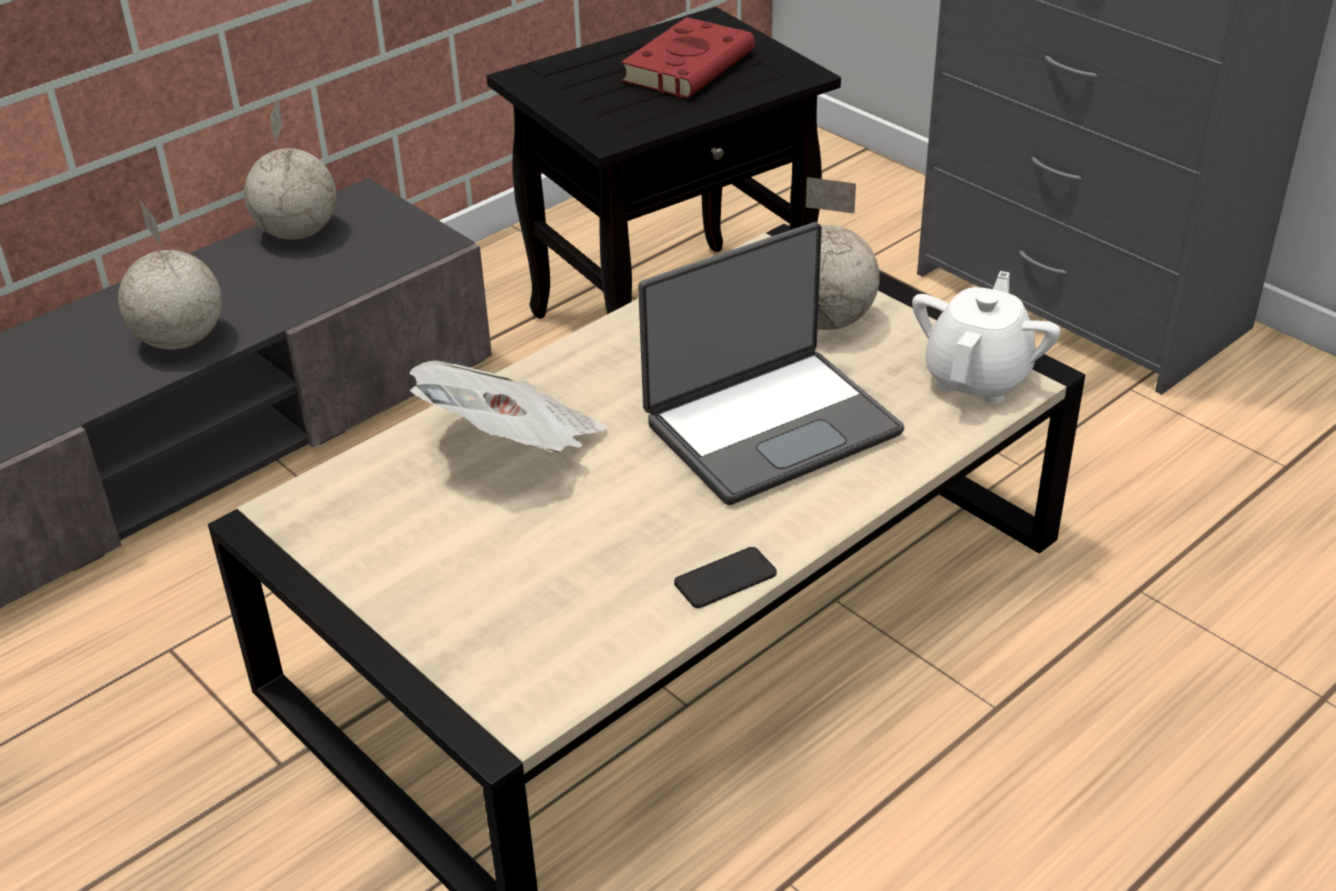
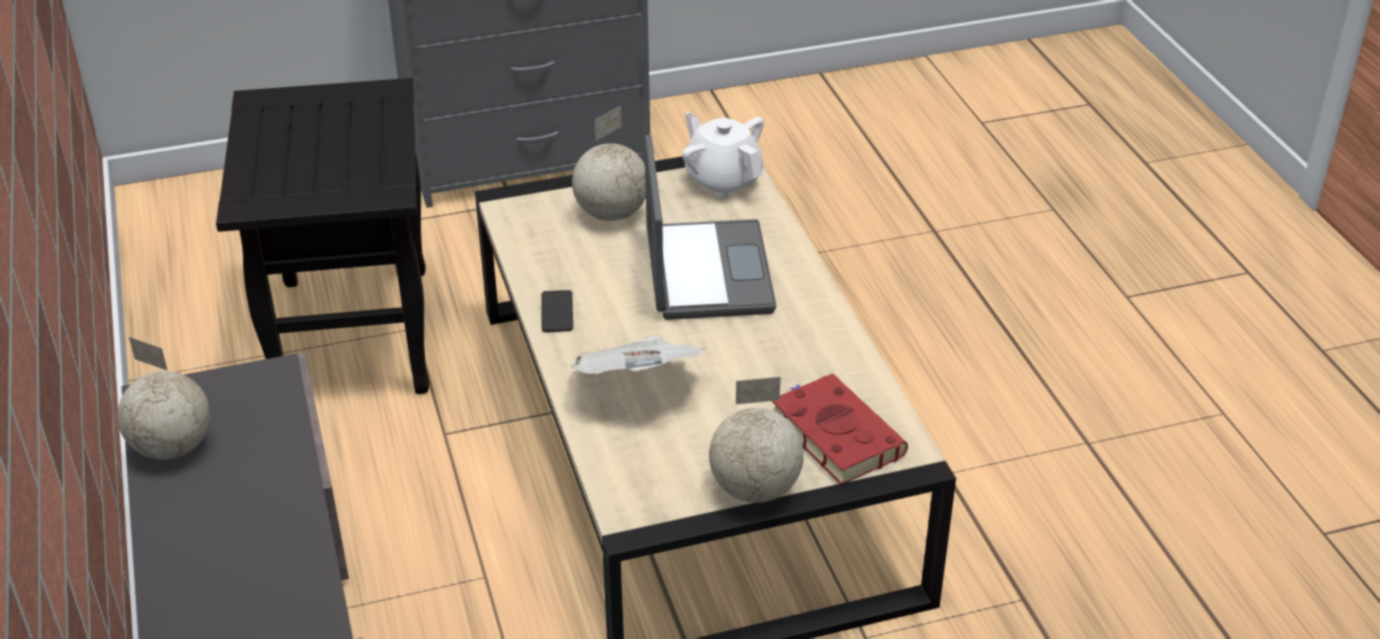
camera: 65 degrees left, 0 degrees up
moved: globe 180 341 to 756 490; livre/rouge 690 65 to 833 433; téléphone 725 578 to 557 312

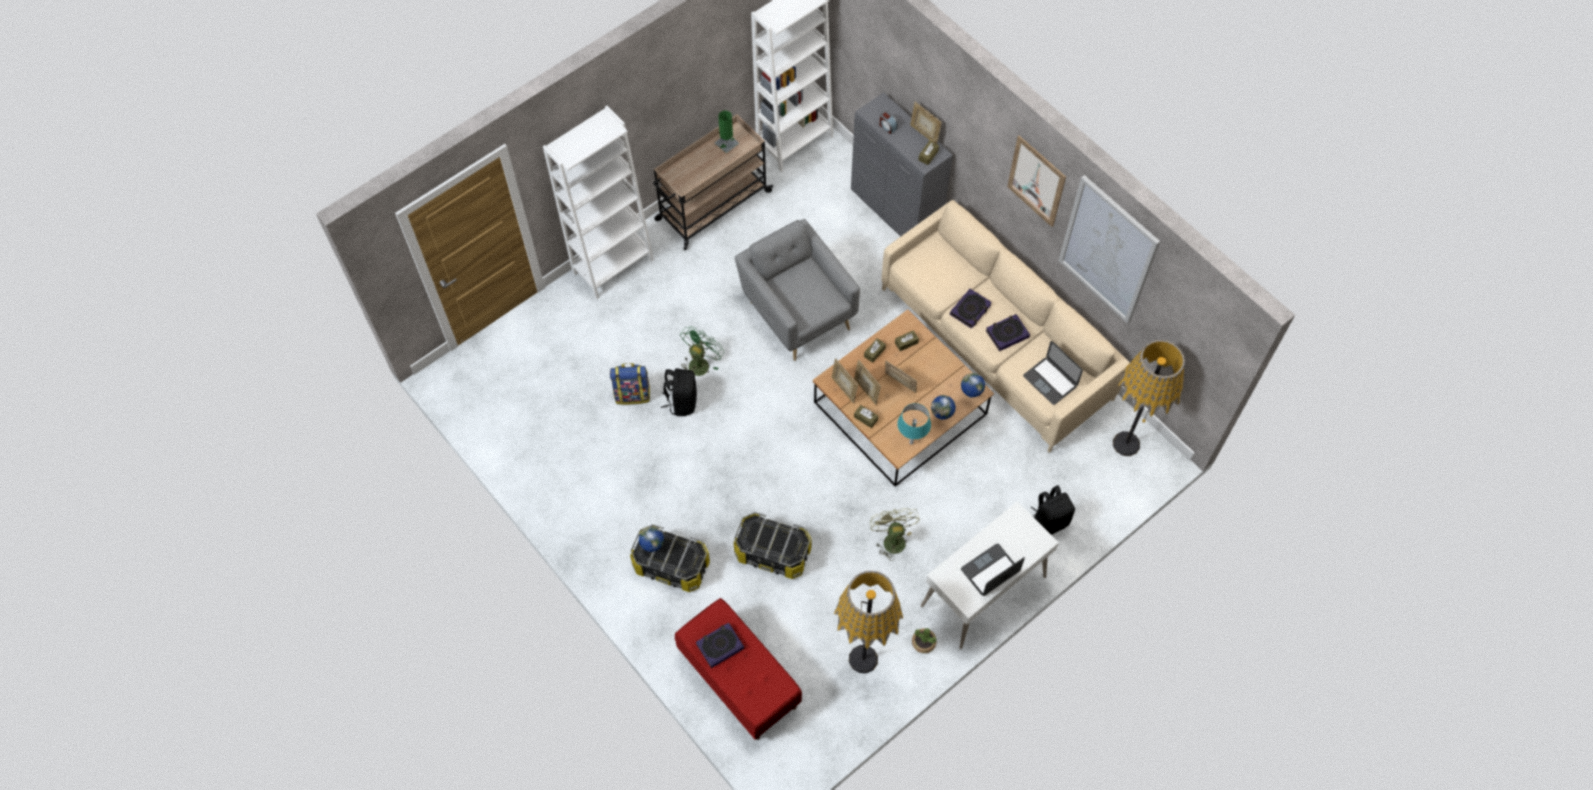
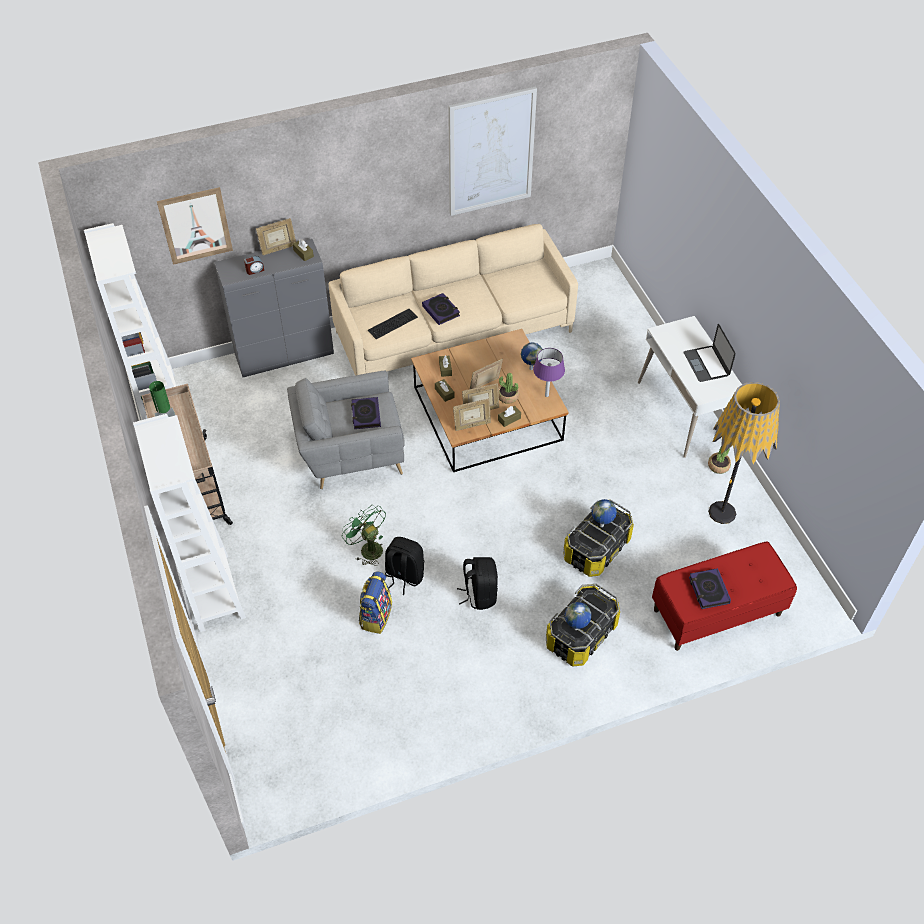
camera: 70 degrees left, 10 degrees down
removed: ventilateur/vert 892 539; ordinateur portable 1050 381; lampadaire 1126 443
added: clavier 392 323; plante en pot 507 396
moved: globe 970 396 to 602 526; livre 1007 334 to 366 415; tableau 1036 181 to 195 226; sac à dos/noir 1049 521 to 479 594
recoloured: lampe de table/turquoise 911 442 to lampe de table/violet 546 395

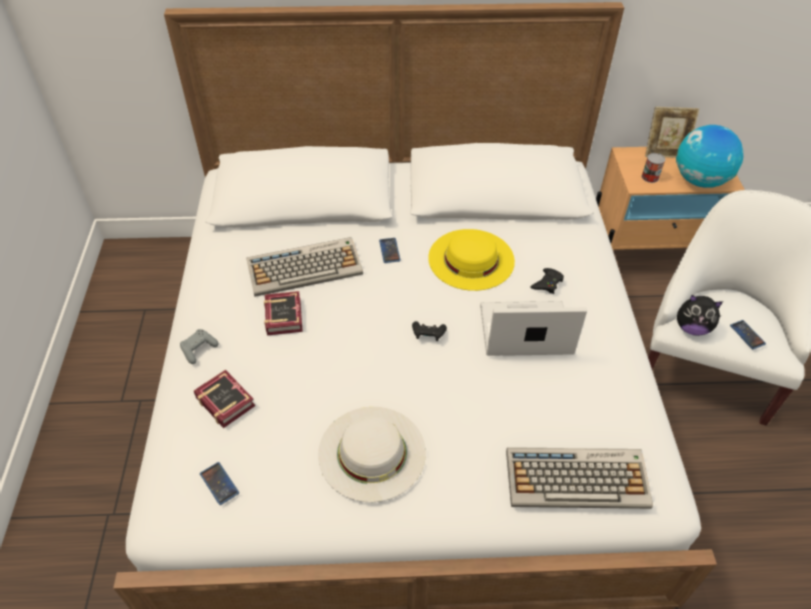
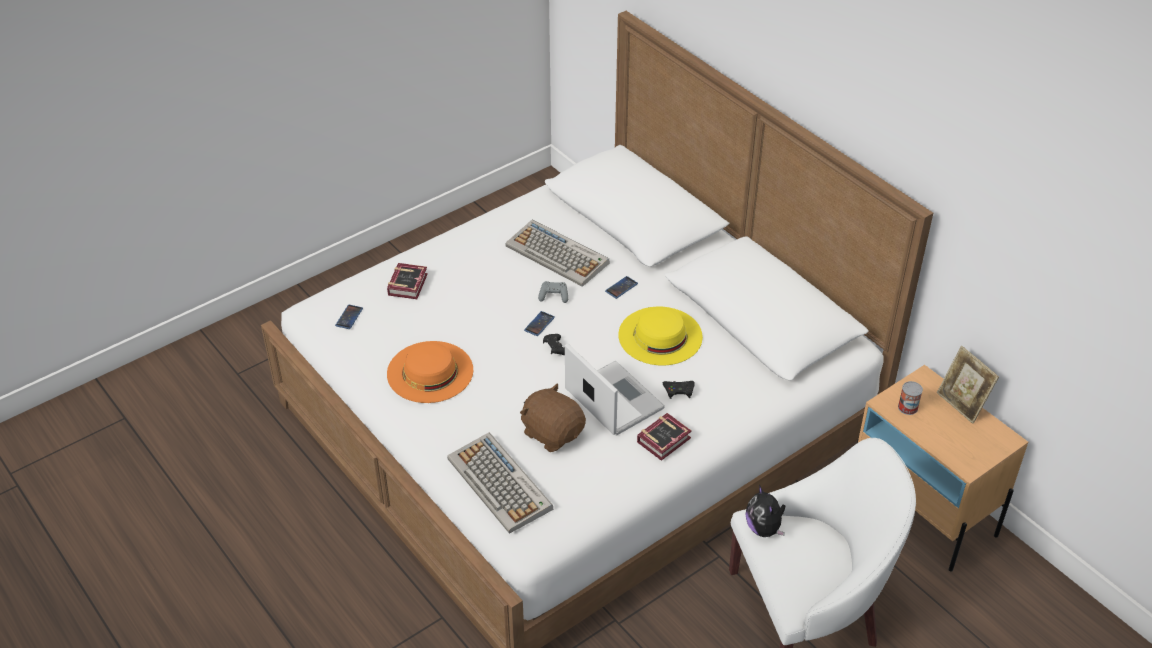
camera: 55 degrees right, 5 degrees down
removed: globe 699 180
added: peluche/marron 553 433
moved: manette/gris 199 349 to 553 296; livre 285 315 to 666 440; téléphone 747 335 to 539 324
recoloured: chapeau/blanc 372 452 to chapeau/orange 430 372

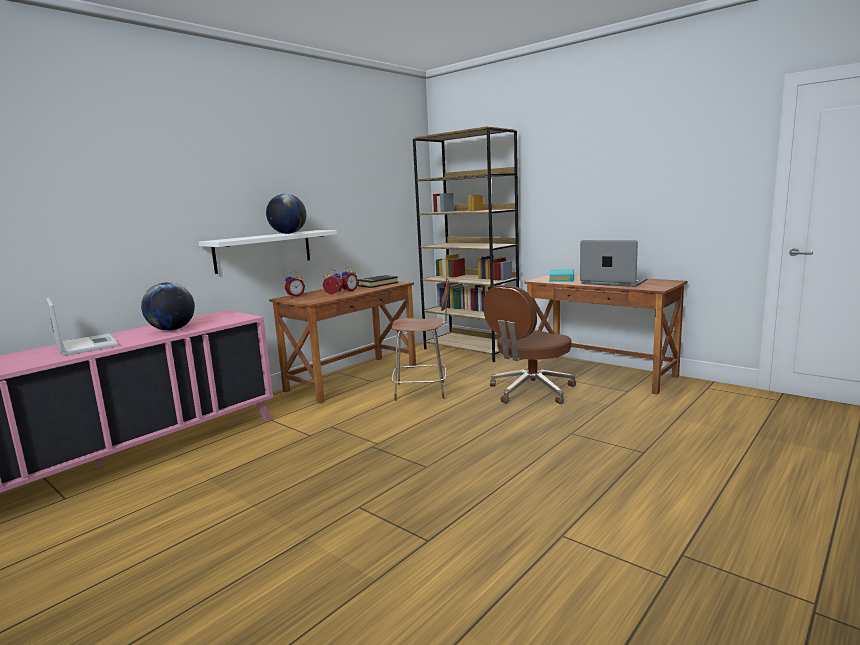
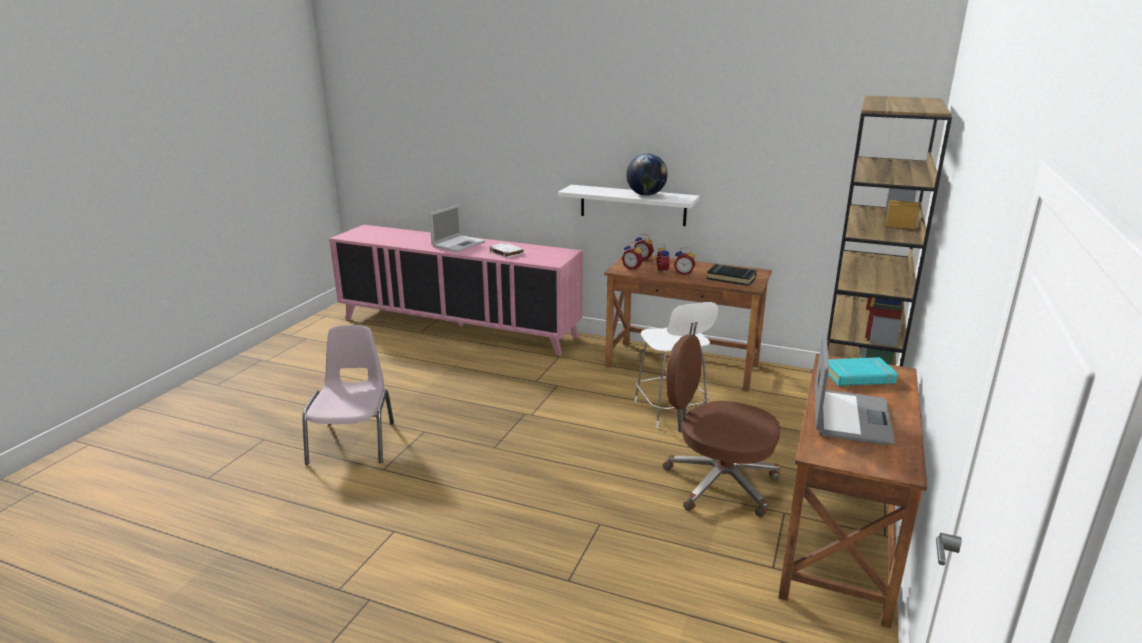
camera: 70 degrees right, 10 degrees up
added: chaise/rose 354 442; réveil 632 268
replaced: globe 172 330 to livre/blanc 506 252
recoloured: chaise/marron 422 391 to chaise/blanc 671 411

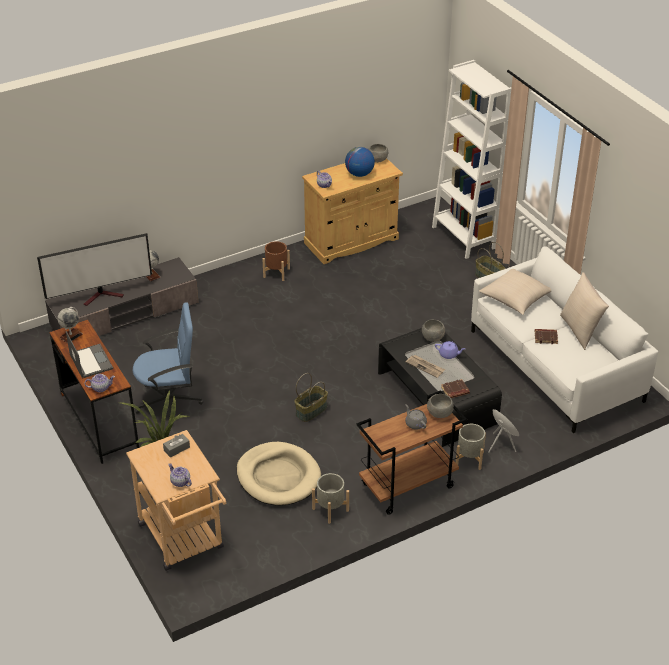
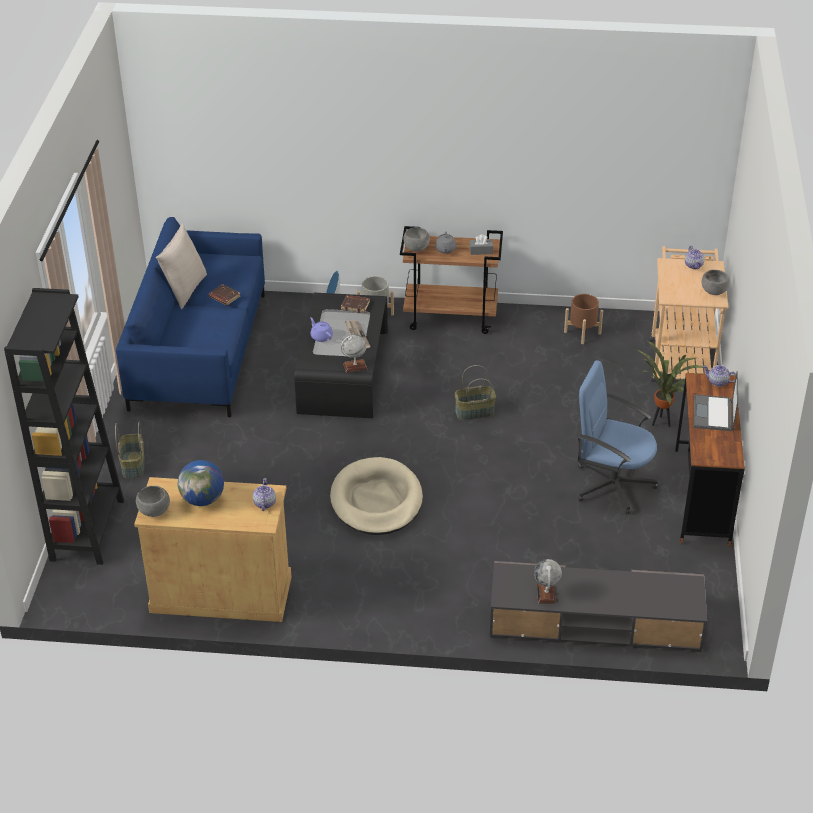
camera: 145 degrees left, 0 degrees up
removed: téléviseur 103 296; cache-pot/gris 330 509; coussin/beige 515 298
moved: globe 71 336 to 355 366; boîte à mouchoirs/gris 176 449 to 481 251; panier pour chien/beige 278 477 to 376 500; cache-pot/marron 276 273 to 582 332; bol/gris 433 338 to 713 291
recoloured: bibliothèque/blanc 463 237 to bibliothèque/noir 87 530; canapé/blanc 555 366 to canapé/bleu 199 350

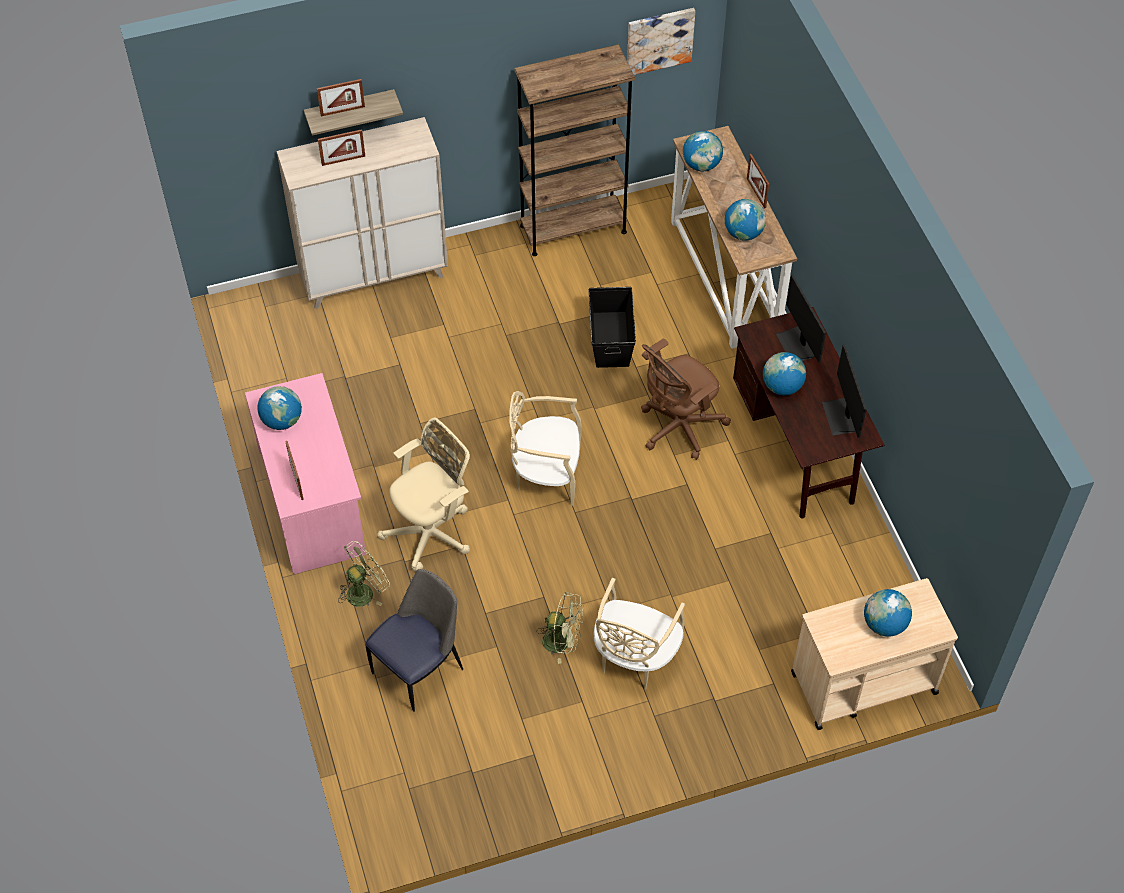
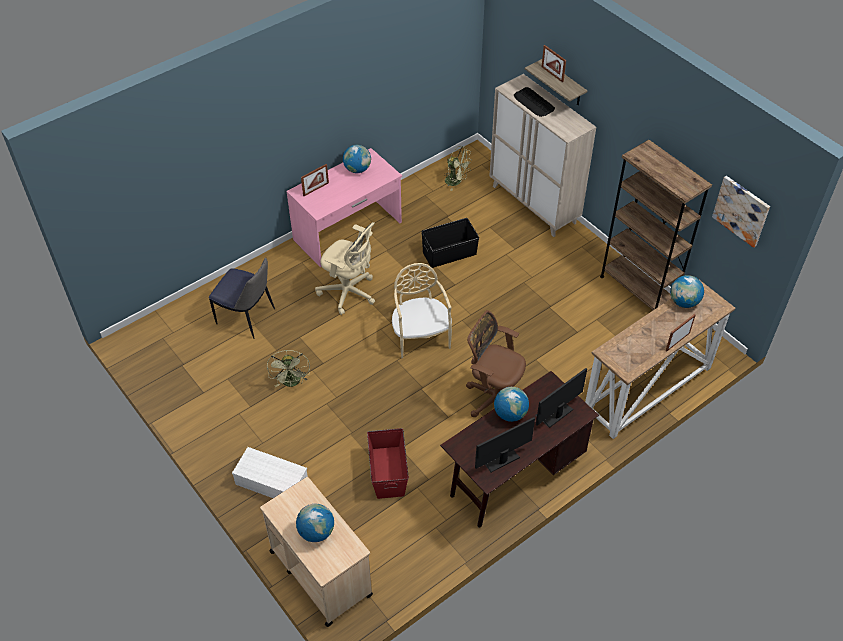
camera: 70 degrees right, 5 degrees down
removed: chaise/beige 634 657; globe 743 233
added: boîte de rangement/blanc 270 482; boîte de rangement/rouge 387 472
moved: ventilateur/vert 364 590 to 456 181; boîte de rangement/noir 611 339 to 450 253
replaced: cadre photo 343 160 to clavier 534 102

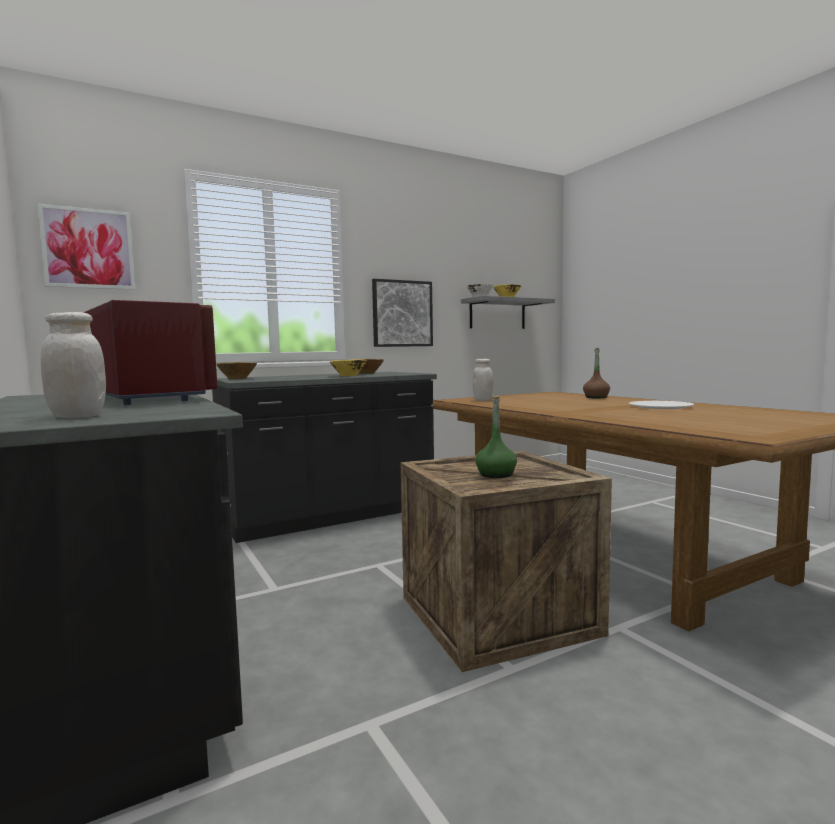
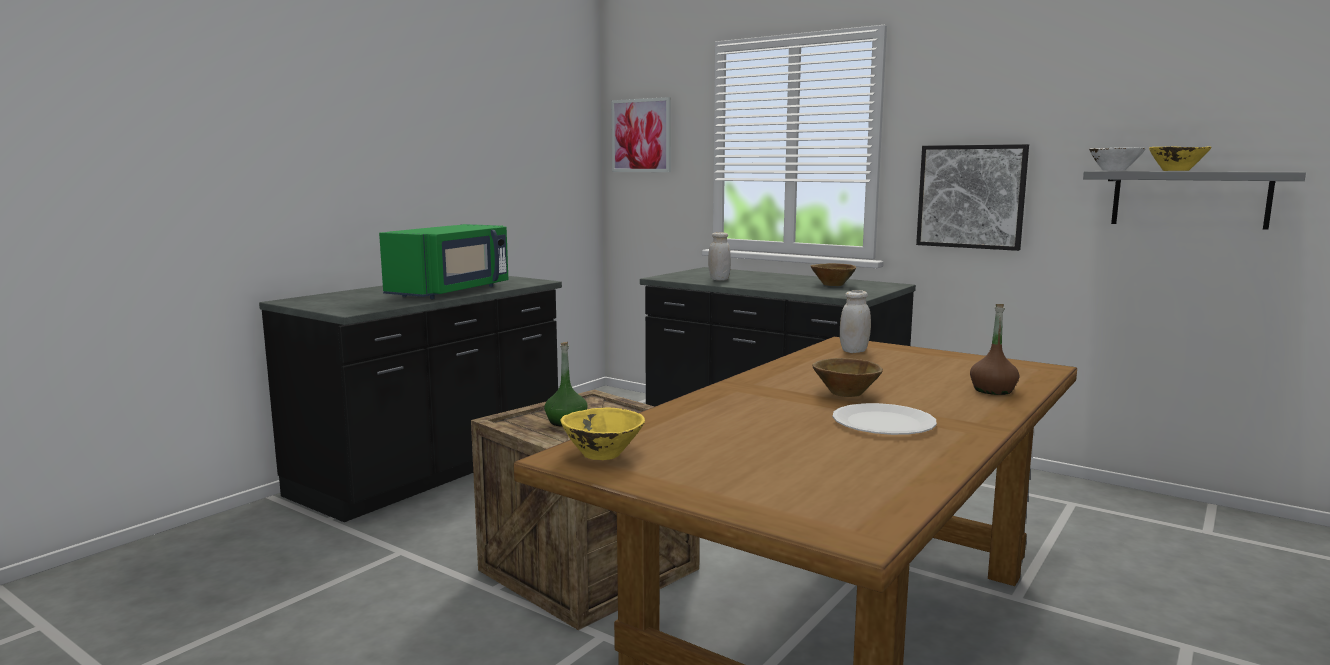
camera: 65 degrees right, 5 degrees up
moved: bocal/blanc 77 416 to 719 279; bol/marron 237 379 to 845 394; bol/jaune 349 375 to 603 454
recoloured: micro-ondes/rouge 148 398 to micro-ondes/vert 452 291

